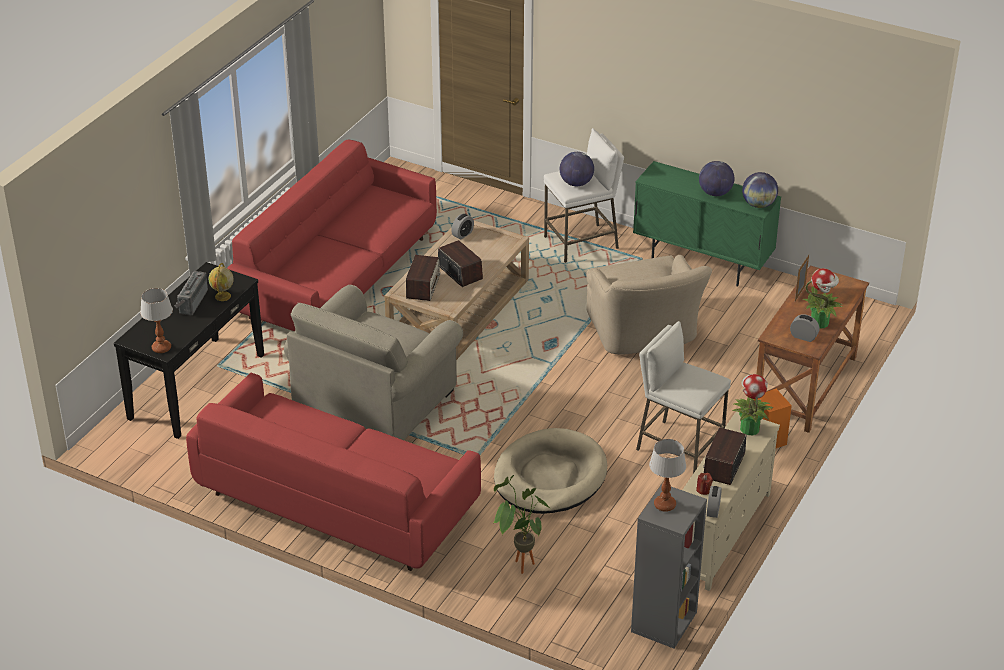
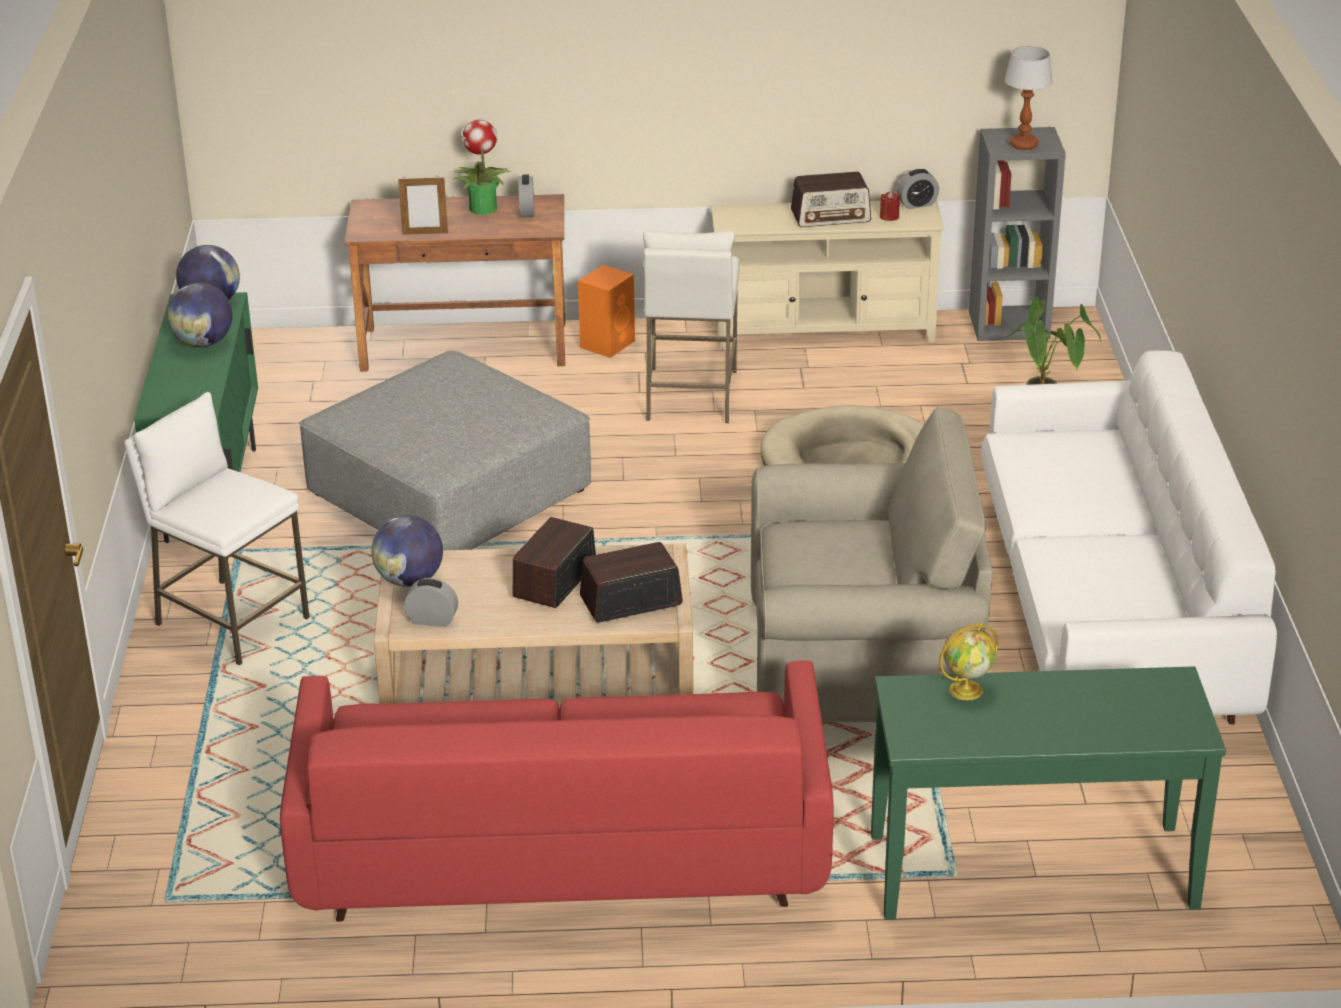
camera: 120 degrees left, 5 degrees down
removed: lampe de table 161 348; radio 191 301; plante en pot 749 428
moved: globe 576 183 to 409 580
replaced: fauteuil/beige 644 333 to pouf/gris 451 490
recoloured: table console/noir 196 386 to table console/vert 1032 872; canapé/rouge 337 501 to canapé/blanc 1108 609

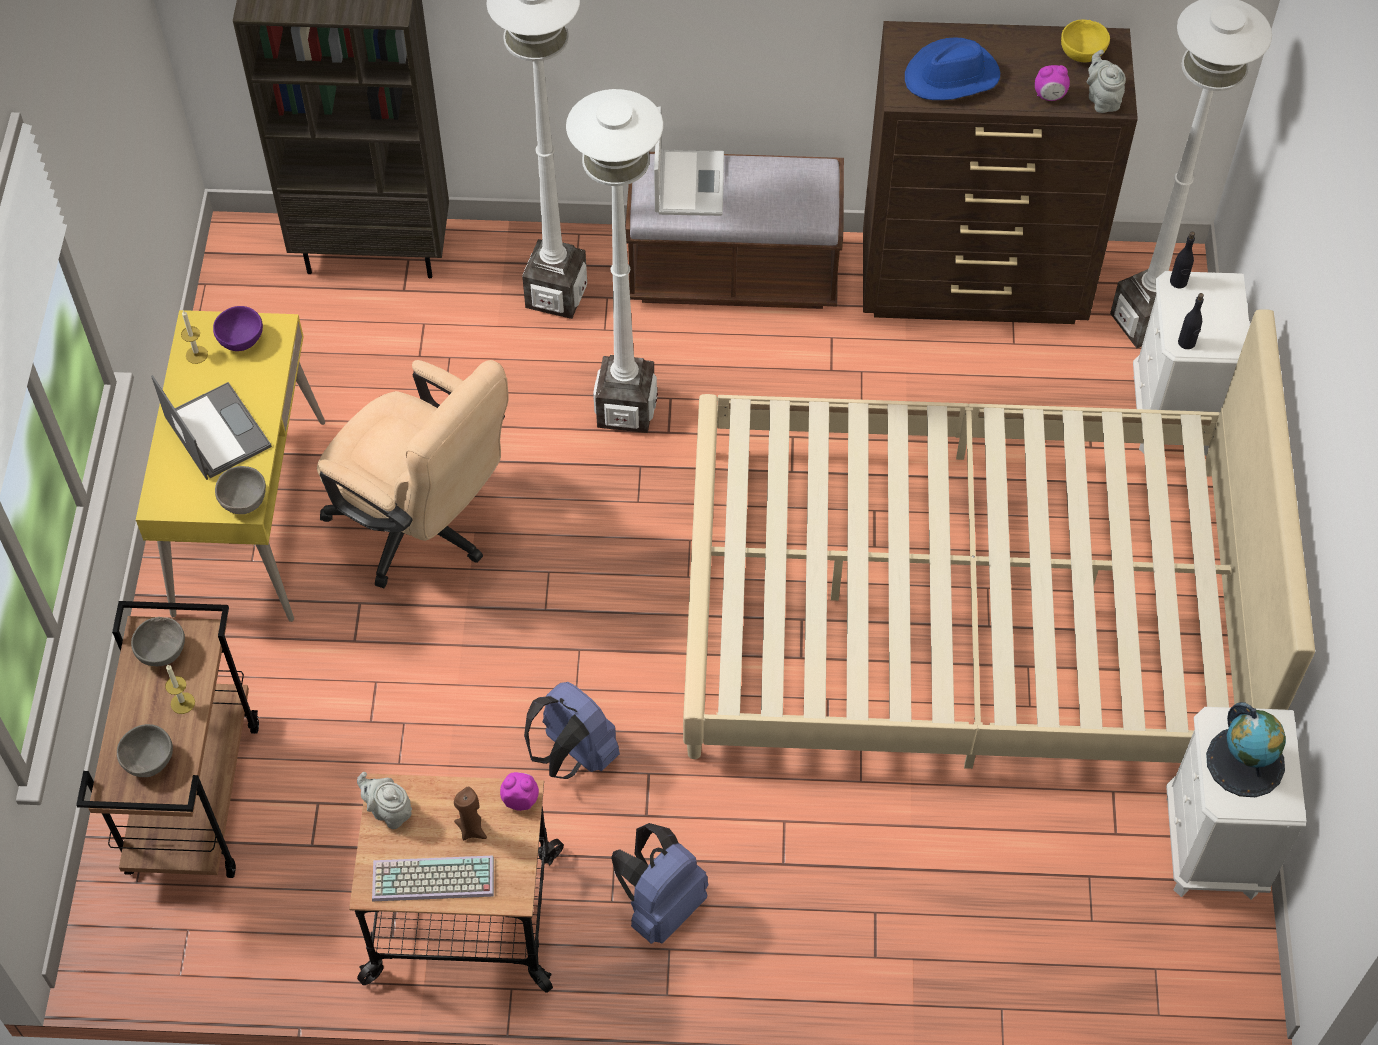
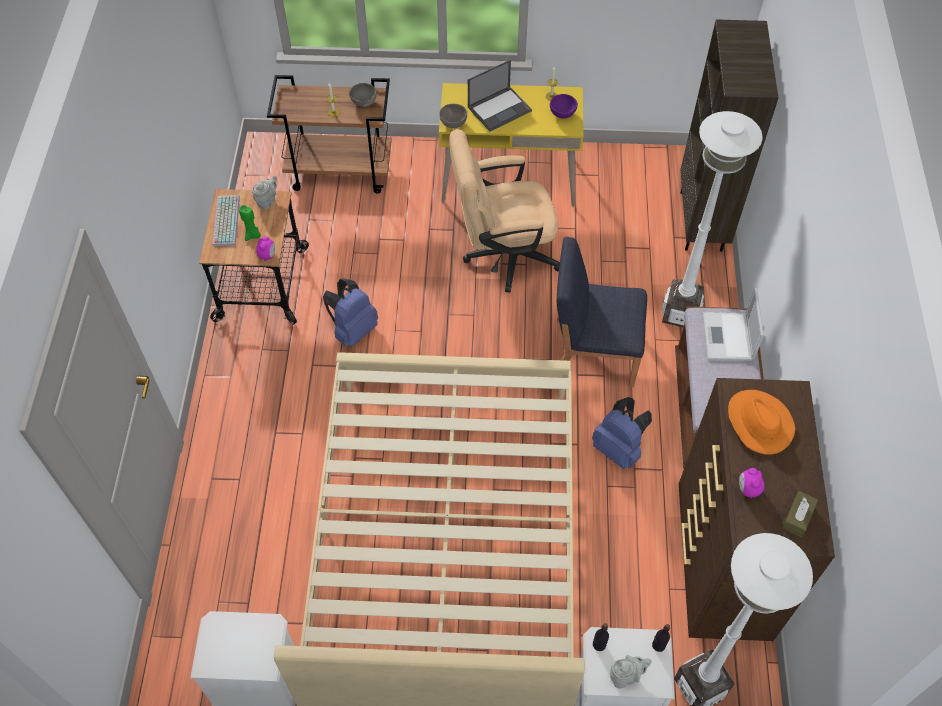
camera: 90 degrees right, 0 degrees up
removed: bol/gris 148 761; globe 1245 762
moved: sac à dos/bleu 661 905 to 619 449; théière/gris 1102 99 to 626 676
replaced: lampadaire/blanc 625 409 to chaise/bleu 593 351; bol/jaune 1083 54 to boîte à mouchoirs/marron 798 517
recoloured: bougie/marron 472 829 to bougie/vert 253 235; chapeau/bleu 952 76 to chapeau/orange 758 423
turned: chaise de bureau/beige 423 528 = 503 255 45 degrees clockwise; ordinateur portable 689 182 = 728 338 90 degrees clockwise

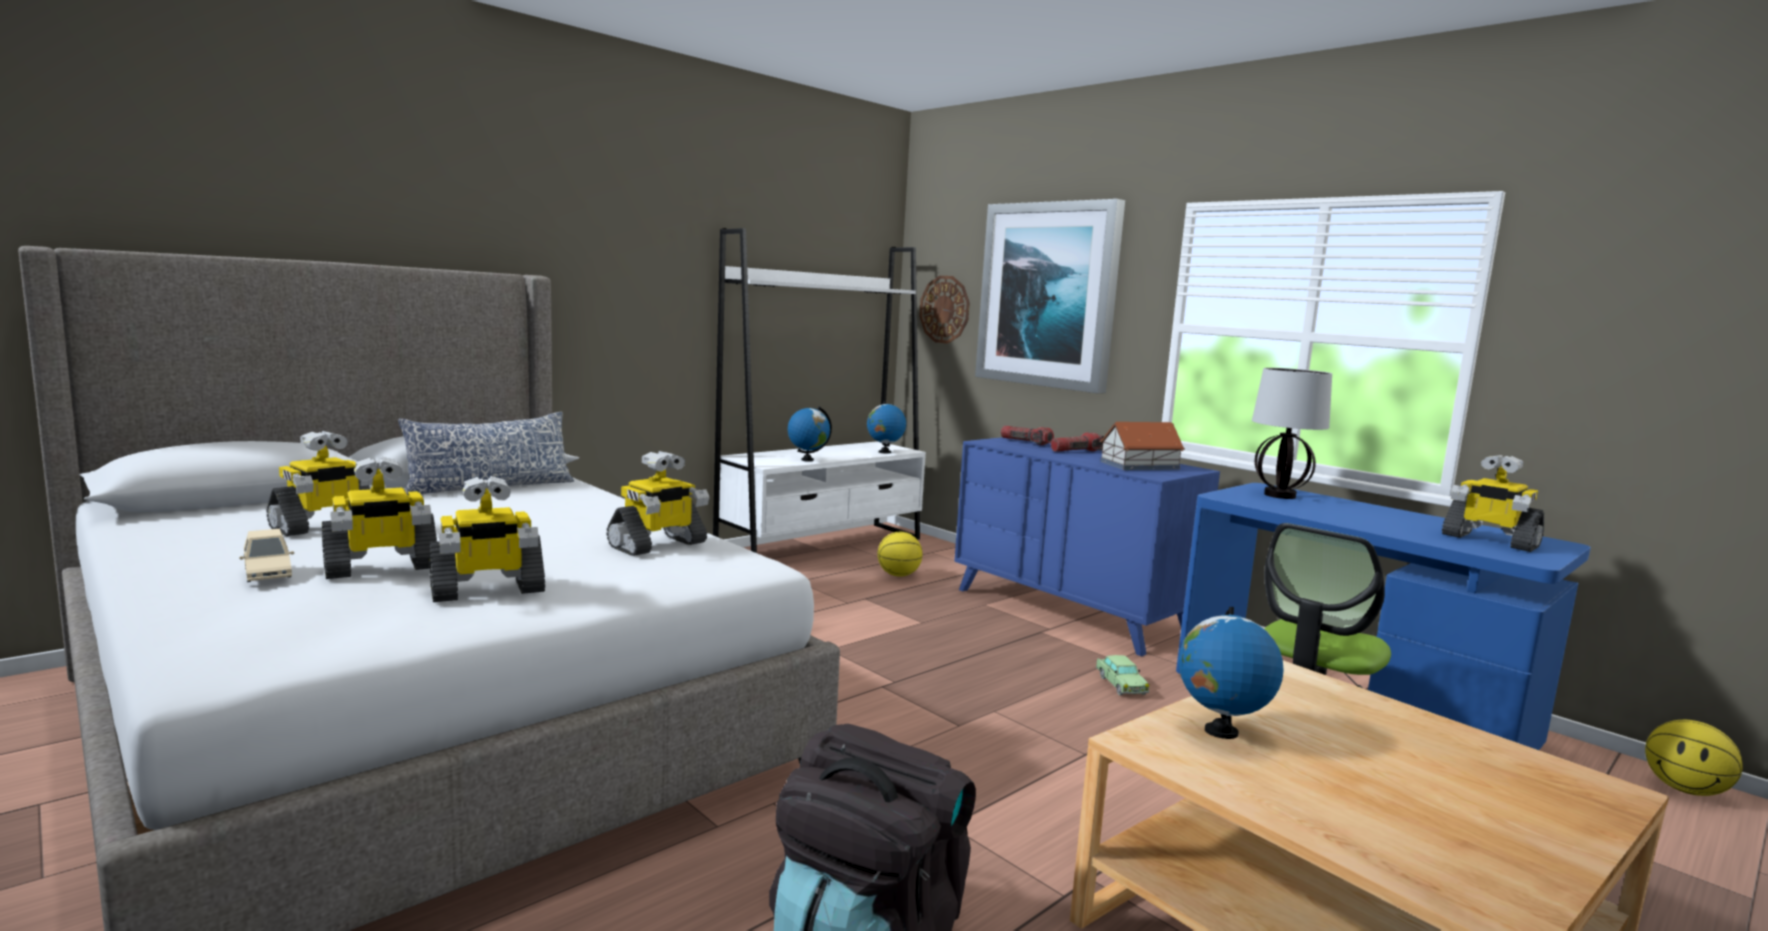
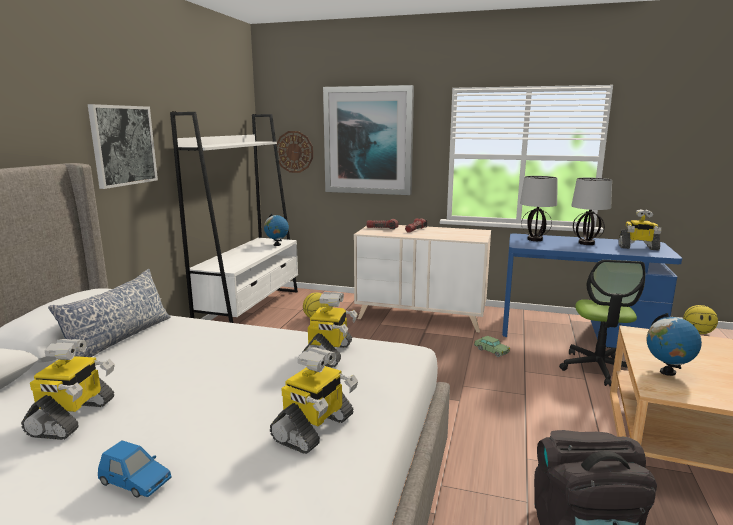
camera: 30 degrees left, 5 degrees up
removed: robot jouet 381 568; globe 807 460; maison miniature 1140 465
added: tableau 123 145; lampe de table 587 243
recoloured: petite voiture/beige 268 573 to petite voiture/bleu 135 482; commode/bleu 1070 611 to commode/beige 421 316

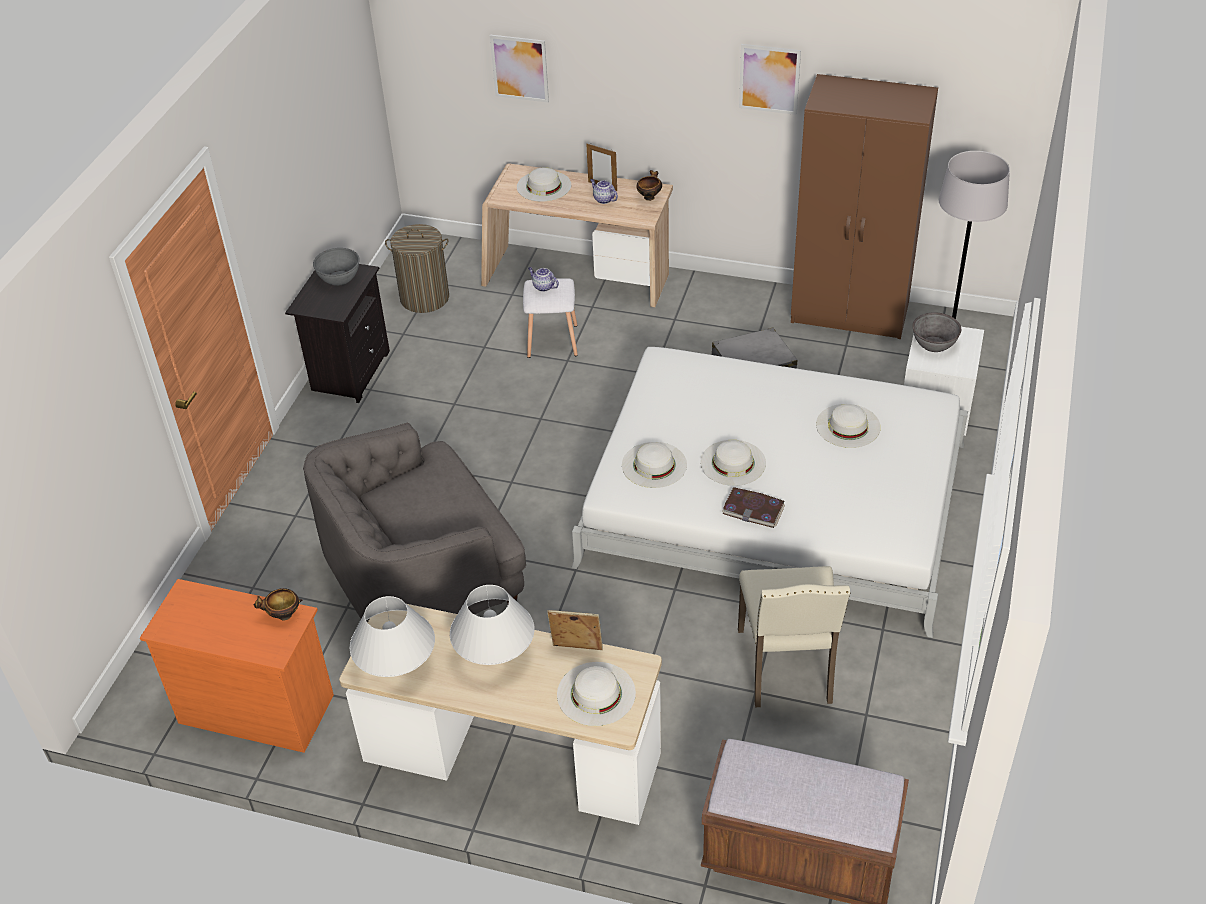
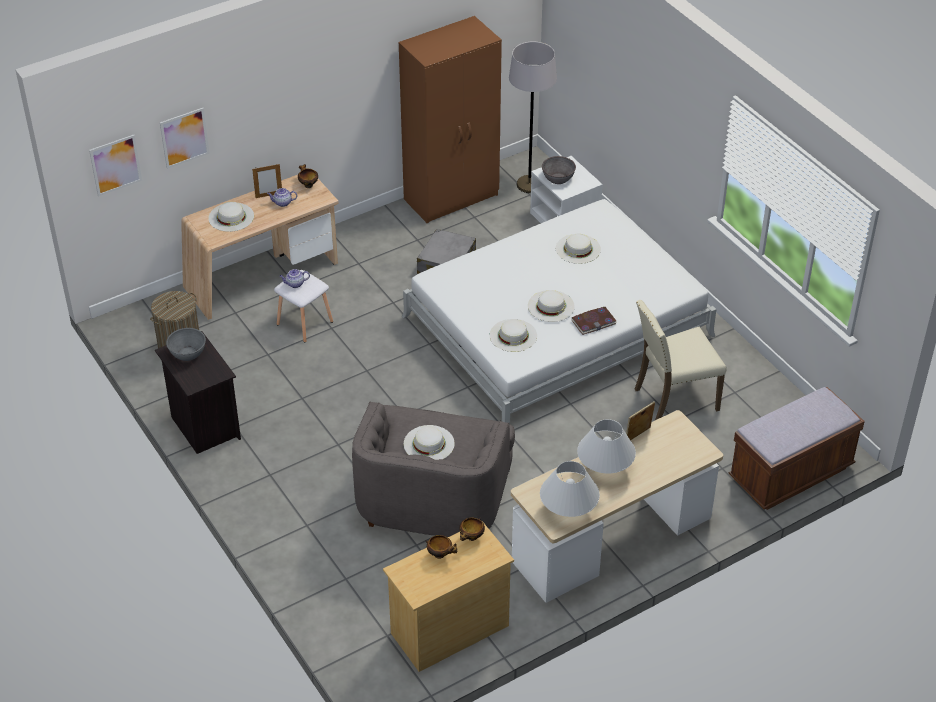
camera: 50 degrees left, 0 degrees up
added: bol 440 555
moved: chapeau/blanc 596 693 to 429 443; tableau 769 79 to 115 165
recoloured: commode/orange 255 708 to commode/beige 449 629
turned: chaise/beige 788 667 = 673 398 120 degrees clockwise

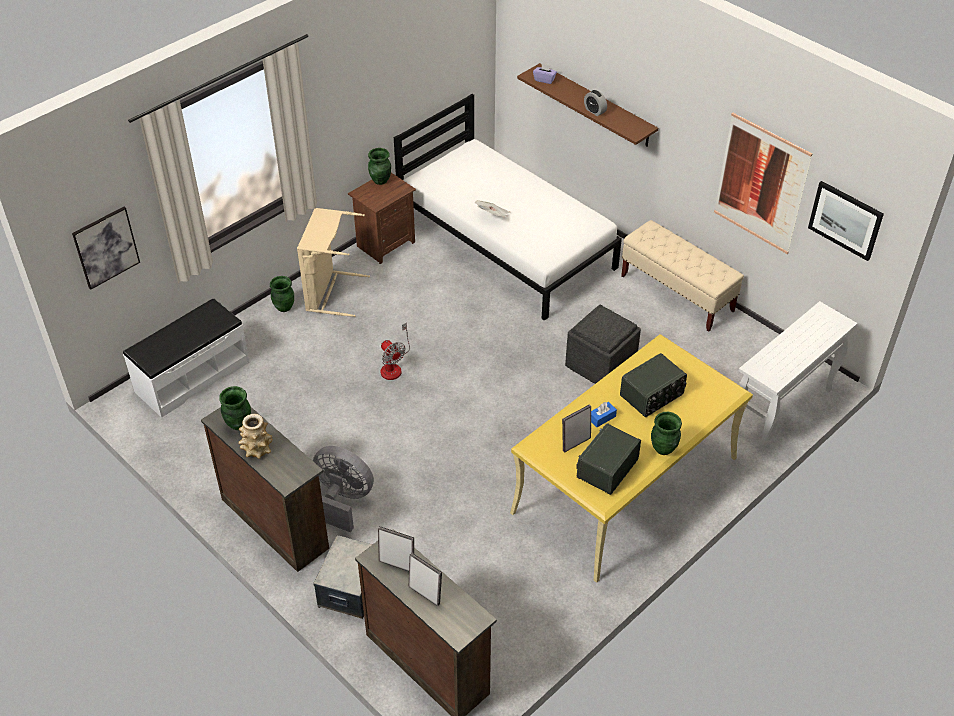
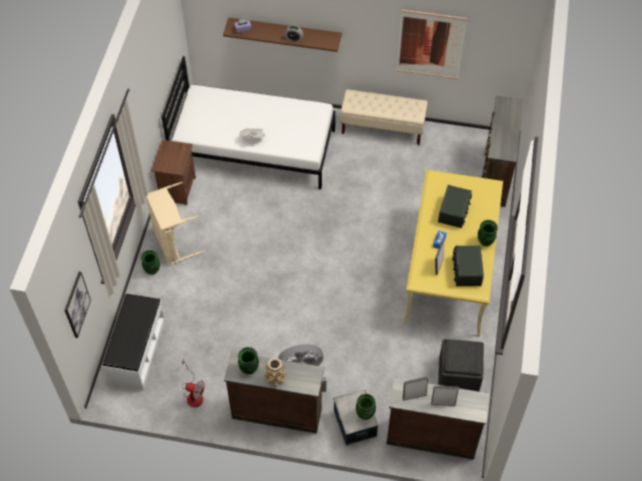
camera: 35 degrees left, 10 degrees up
removed: tableau 845 220
moved: vase/vert 380 180 to 365 414; ventilateur 393 366 to 193 394; pouf/gris 600 363 to 458 375
replaced: table console/blanc 781 412 to commode/marron 495 175

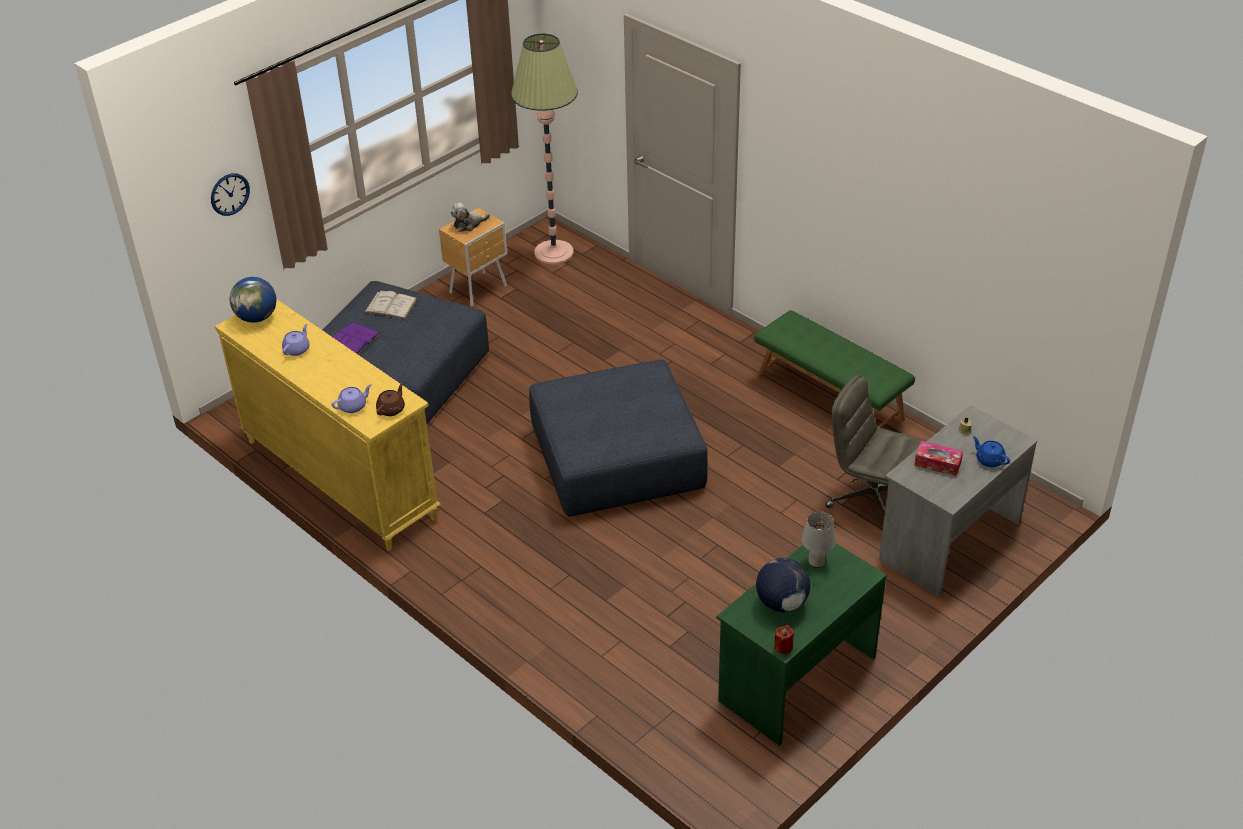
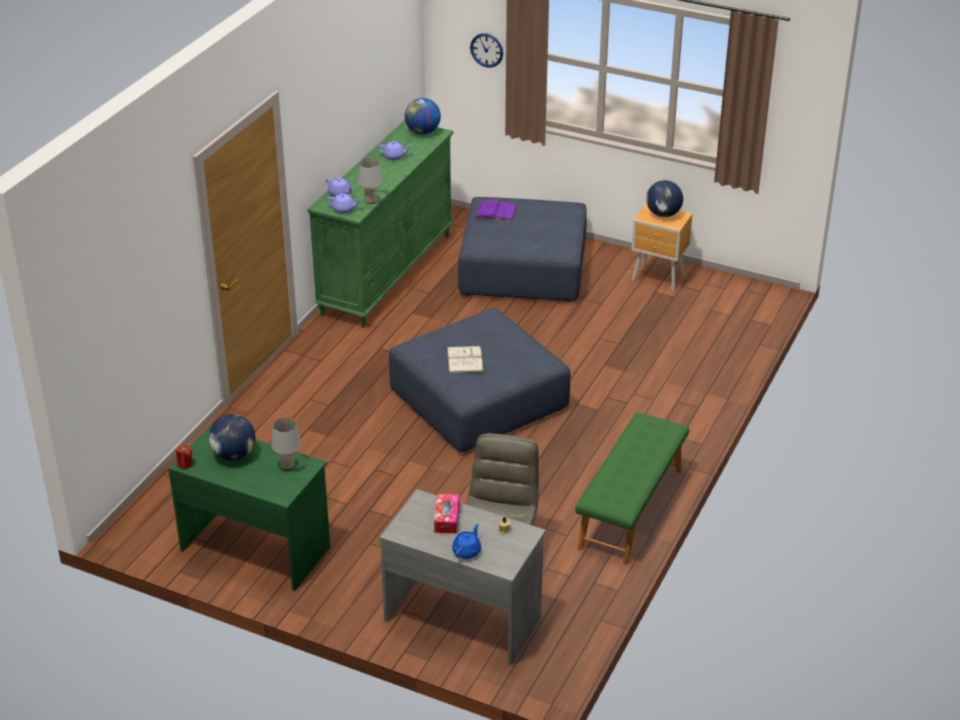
camera: 70 degrees right, 5 degrees down
removed: lampadaire 554 252
added: lampe de table/gris 370 201
moved: livre/blanc 390 306 to 465 360
replaced: peluche 468 224 to globe 663 214
recoloured: commode/jaune 339 478 to commode/vert 387 274; théière/marron 391 409 to théière/violet 344 209

